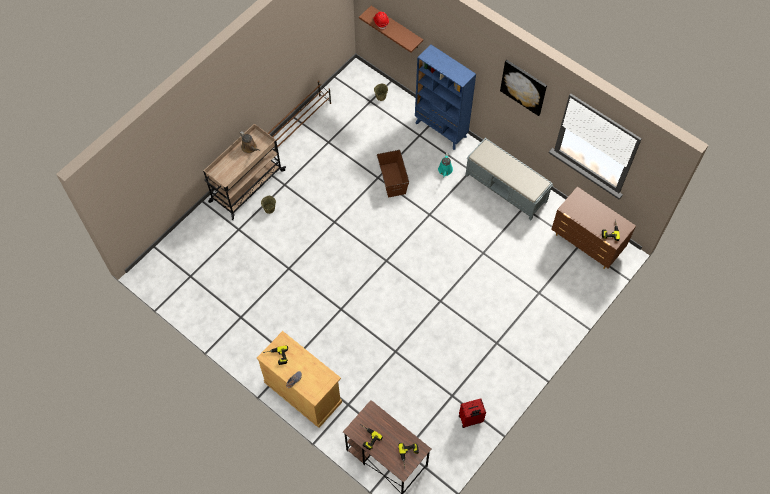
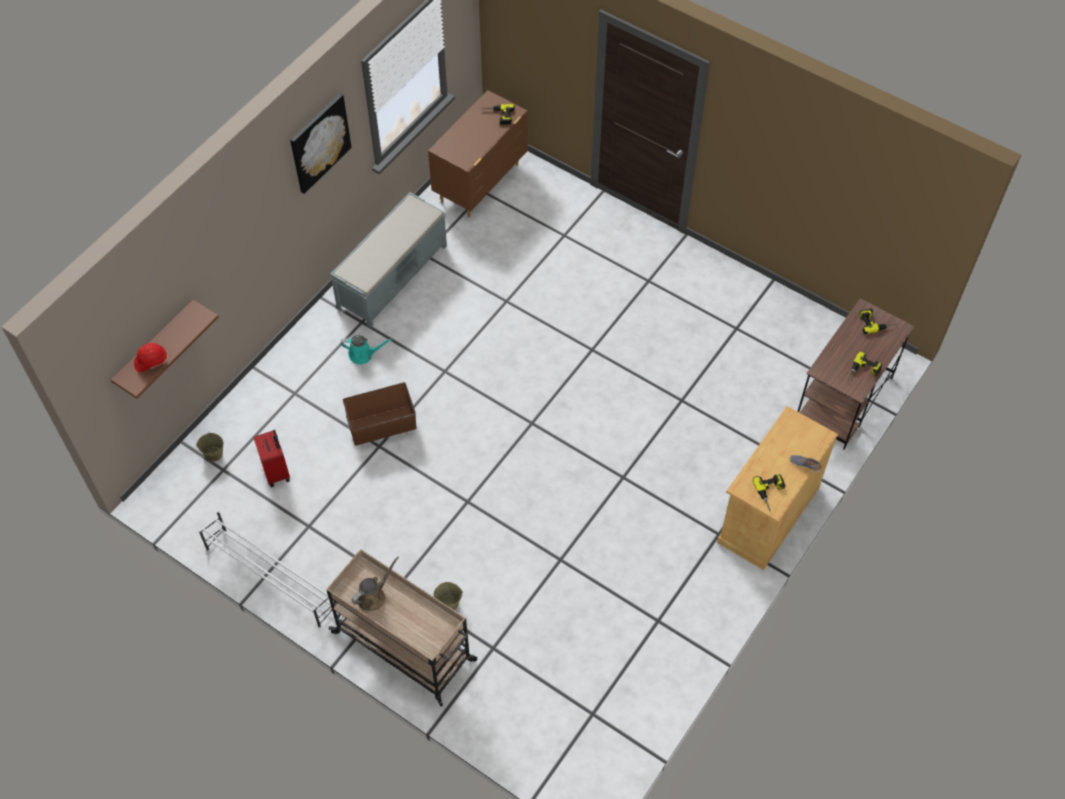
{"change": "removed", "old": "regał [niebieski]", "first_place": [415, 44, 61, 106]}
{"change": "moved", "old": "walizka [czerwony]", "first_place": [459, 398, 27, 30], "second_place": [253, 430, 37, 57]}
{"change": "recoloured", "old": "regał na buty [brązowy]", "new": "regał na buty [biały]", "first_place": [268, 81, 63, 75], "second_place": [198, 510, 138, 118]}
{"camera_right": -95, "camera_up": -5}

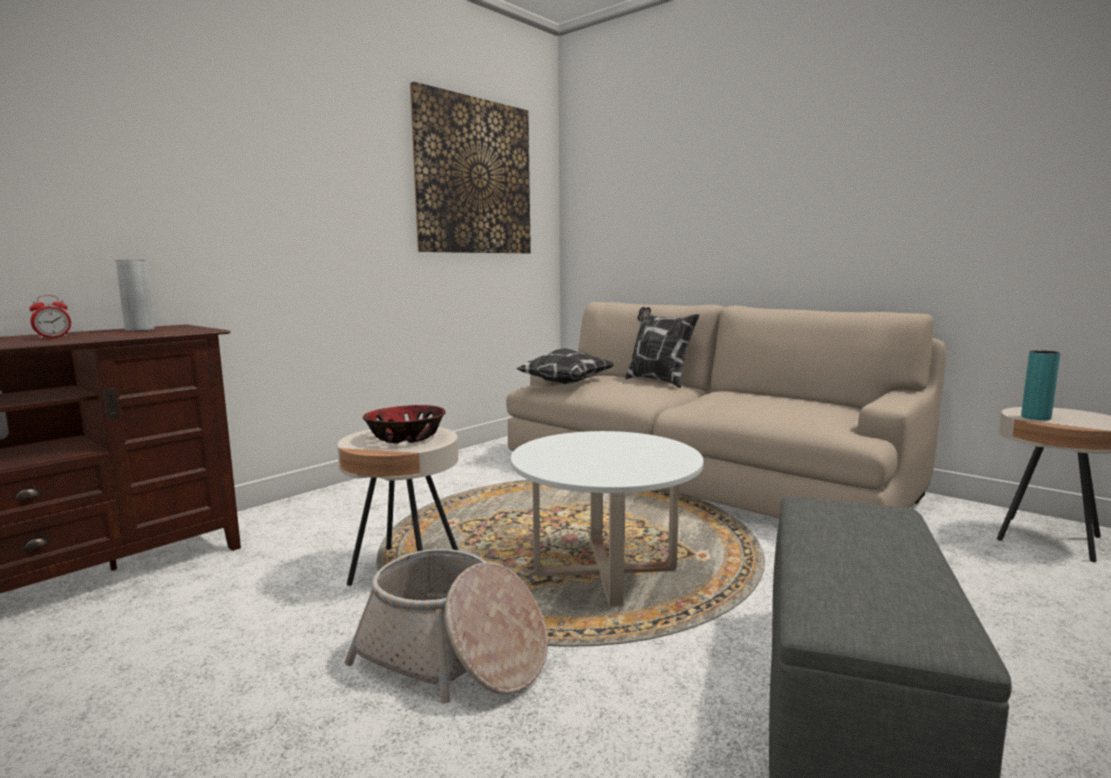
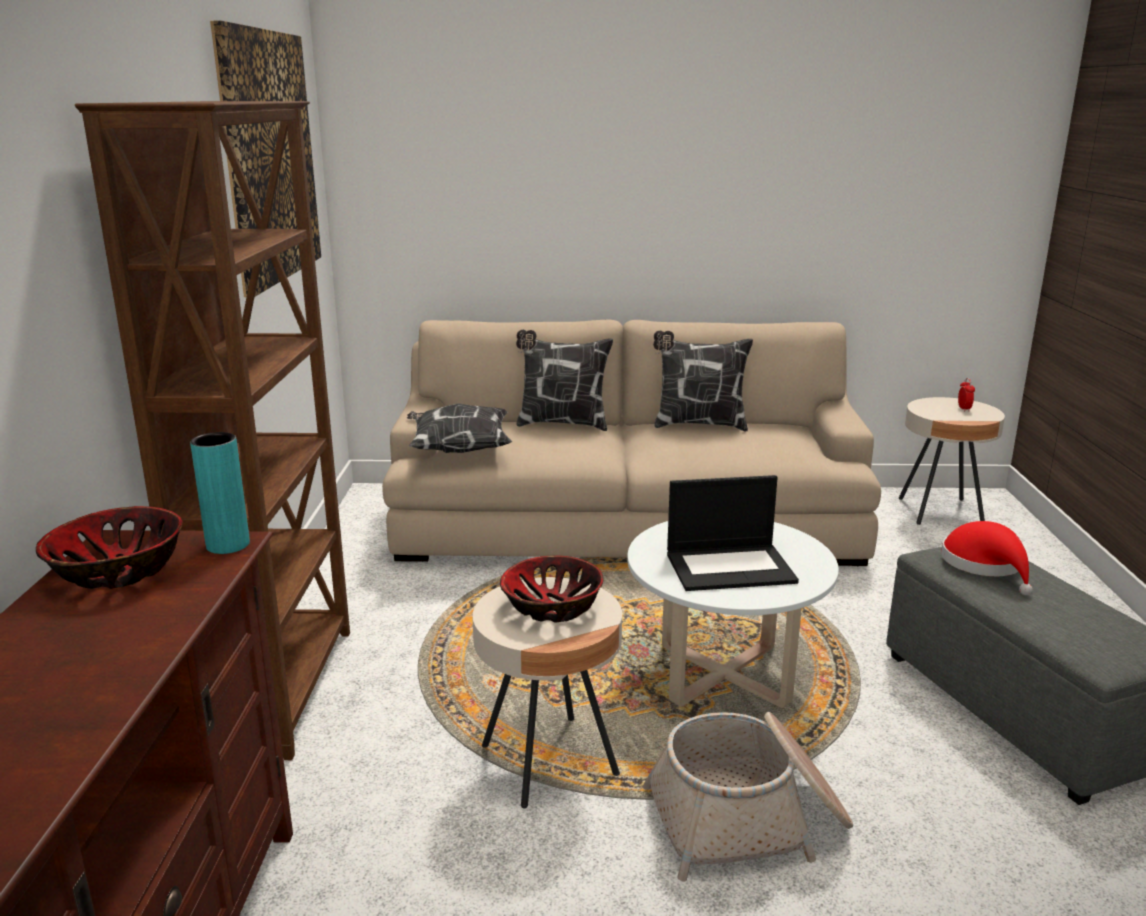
{"change": "added", "new": "regał [brązowy]", "second_place": [75, 101, 275, 659]}
{"change": "added", "new": "poduszka", "second_place": [653, 330, 100, 101]}
{"change": "added", "new": "laptop", "second_place": [667, 475, 132, 116]}
{"change": "added", "new": "kapelusz [czerwony]", "second_place": [941, 521, 92, 74]}
{"change": "moved", "old": "budzik", "first_place": [29, 295, 42, 44], "second_place": [958, 378, 17, 33]}
{"change": "moved", "old": "wazon [turkusowy]", "first_place": [1021, 350, 40, 70], "second_place": [190, 432, 60, 122]}
{"change": "replaced", "old": "wazon [szary]", "new": "miska", "first_place": [115, 260, 39, 71], "second_place": [36, 506, 147, 83]}
{"camera_right": -40, "camera_up": 10}

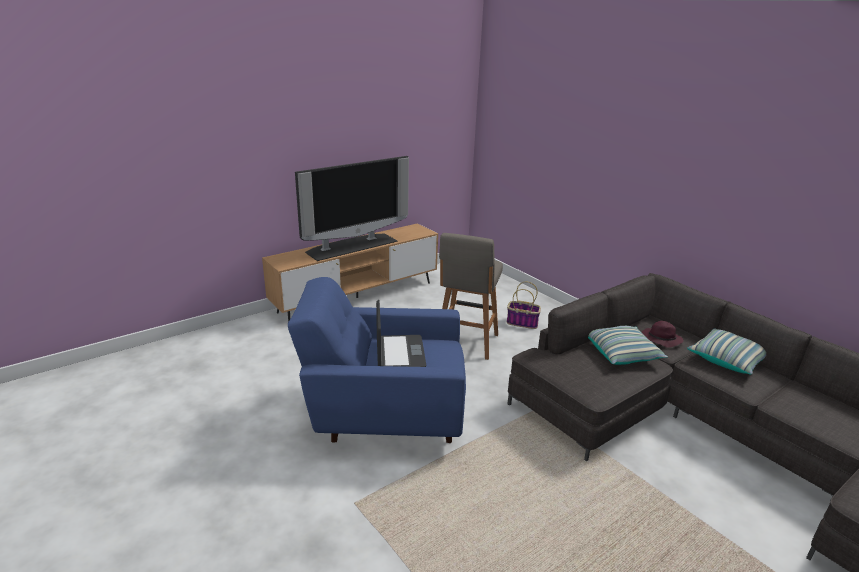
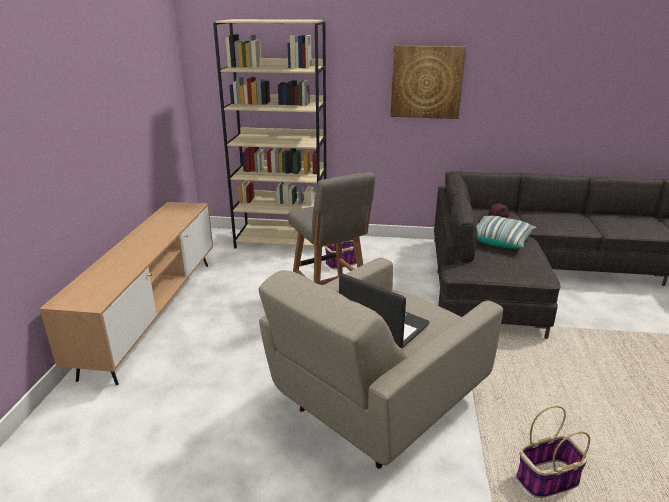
{"change": "removed", "old": "telewizor", "first_place": [295, 156, 114, 105]}
{"change": "removed", "old": "poduszka", "first_place": [687, 328, 79, 47]}
{"change": "added", "new": "regał [beżowy]", "second_place": [213, 19, 113, 229]}
{"change": "added", "new": "obraz", "second_place": [390, 45, 76, 74]}
{"change": "added", "new": "koszyk", "second_place": [516, 406, 74, 92]}
{"change": "recoloured", "old": "fotel [niebieski]", "new": "fotel [beżowy]", "first_place": [288, 277, 178, 166], "second_place": [258, 257, 245, 212]}
{"camera_right": -45, "camera_up": 0}

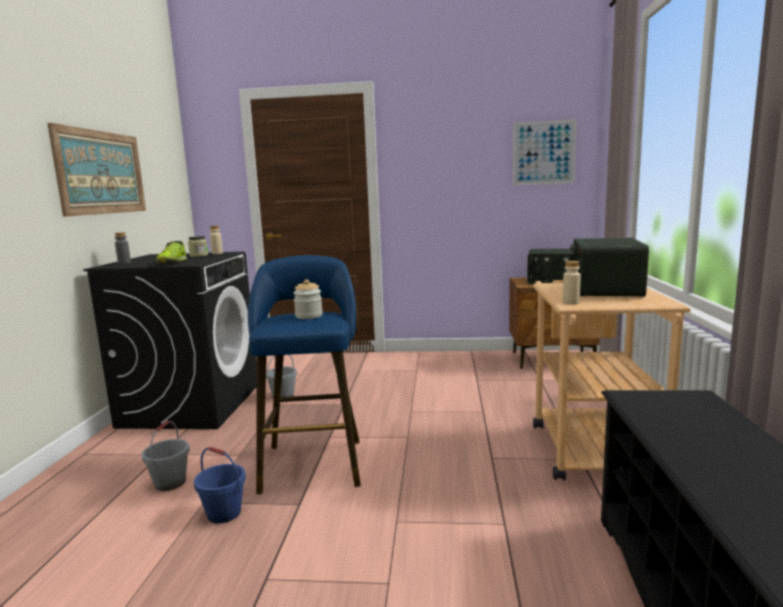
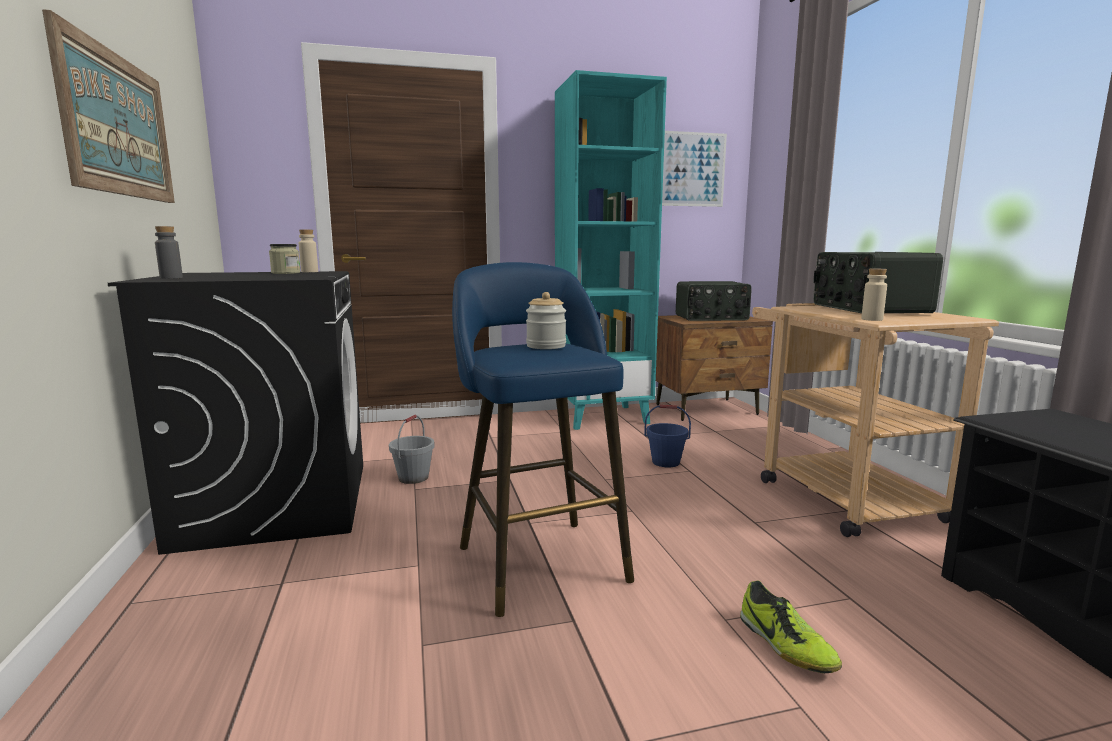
{"change": "removed", "old": "wiadro [szary]", "first_place": [142, 421, 48, 70]}
{"change": "added", "new": "regał [turkusowy]", "second_place": [555, 70, 112, 360]}
{"change": "moved", "old": "but", "first_place": [156, 241, 31, 22], "second_place": [740, 580, 102, 93]}
{"change": "moved", "old": "wiadro [niebieski]", "first_place": [194, 447, 52, 76], "second_place": [644, 405, 47, 62]}
{"camera_right": -20, "camera_up": 0}

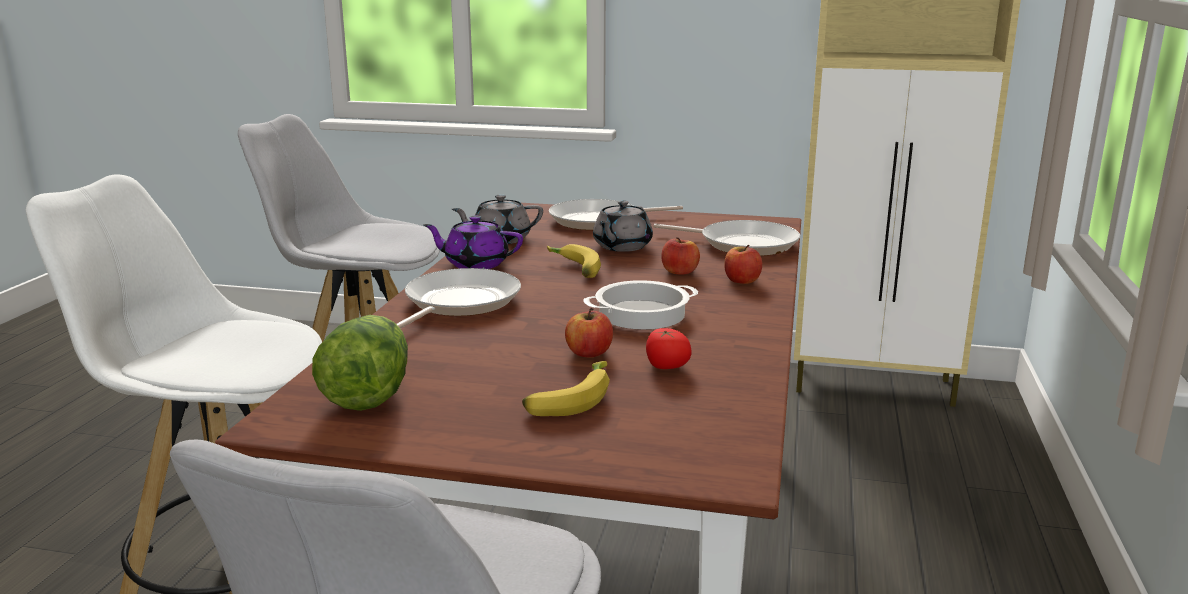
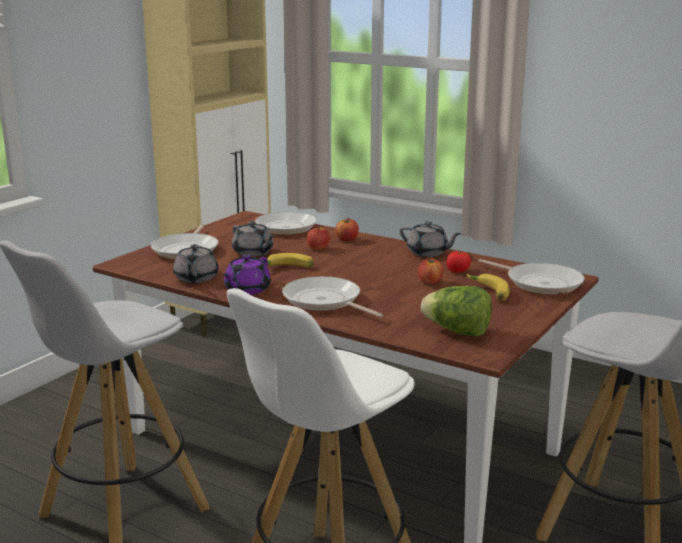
{"change": "removed", "old": "garnek", "first_place": [583, 280, 116, 50]}
{"change": "added", "new": "imbryk [szary]", "second_place": [400, 221, 61, 36]}
{"change": "added", "new": "patelnia", "second_place": [478, 259, 106, 36]}
{"camera_right": -70, "camera_up": 0}

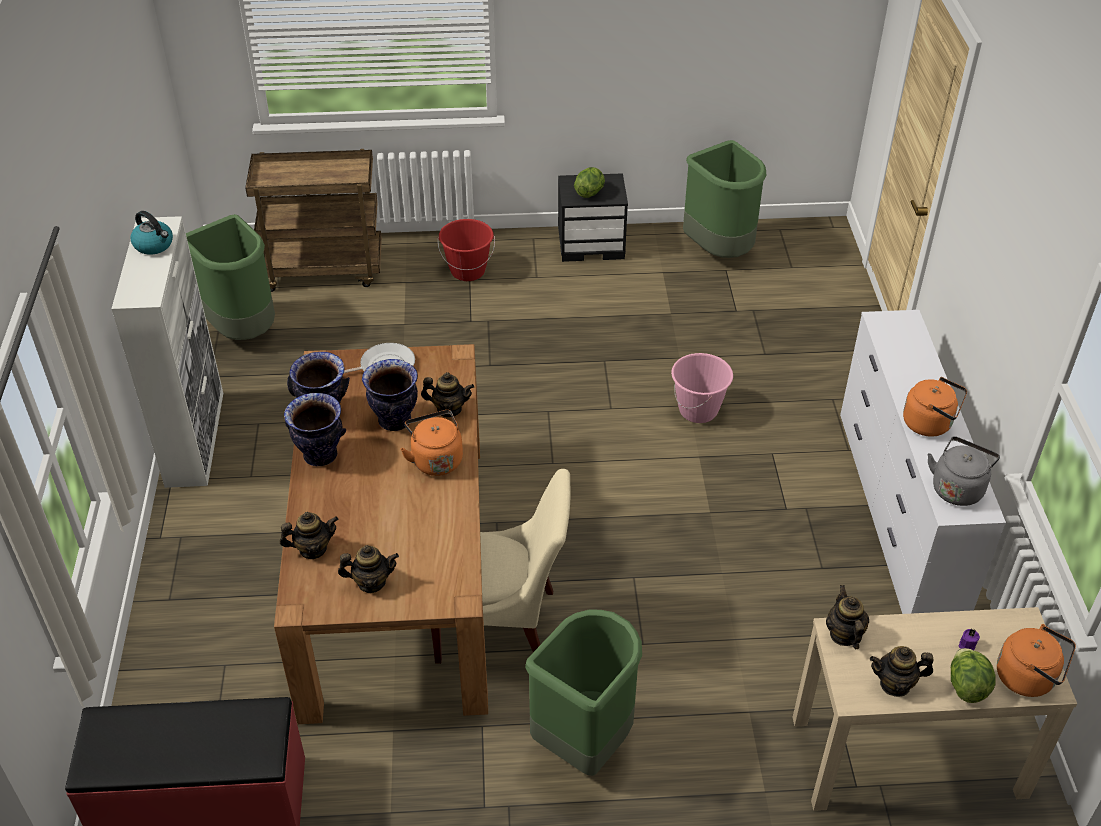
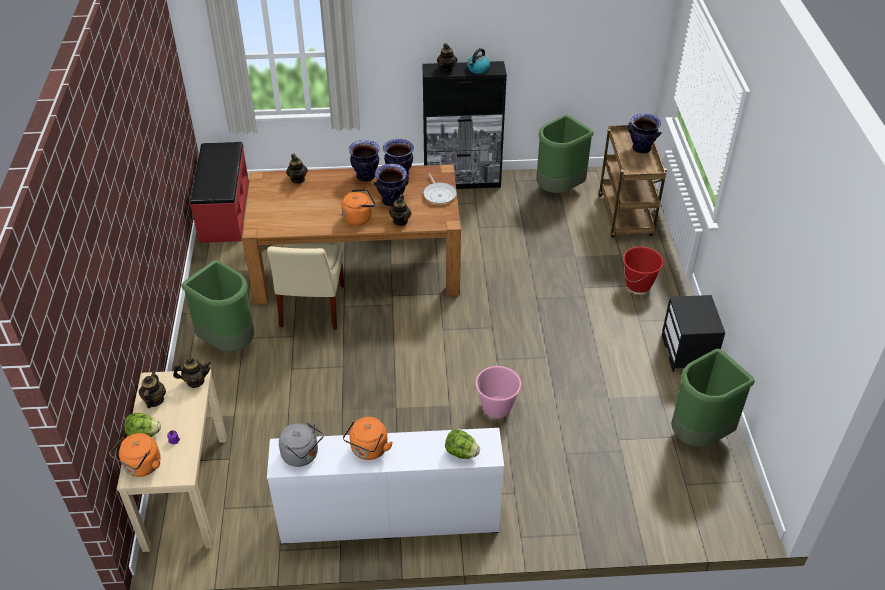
{"change": "added", "new": "wazon", "second_place": [628, 114, 34, 40]}
{"change": "moved", "old": "imbryk", "first_place": [338, 545, 61, 48], "second_place": [437, 43, 20, 29]}
{"change": "moved", "old": "sałata", "first_place": [574, 167, 31, 31], "second_place": [445, 430, 35, 29]}
{"change": "recoloured", "old": "szafka [biały]", "new": "szafka [czarny]", "first_place": [111, 216, 112, 272], "second_place": [423, 61, 84, 128]}
{"camera_right": 90, "camera_up": 0}

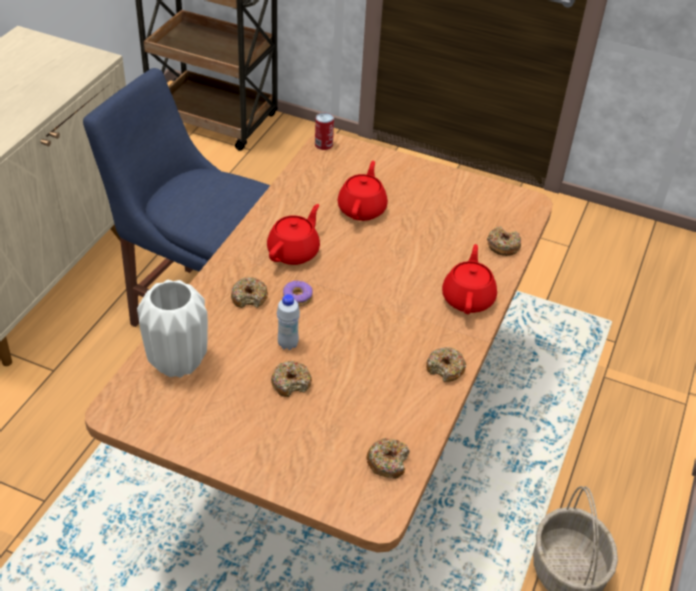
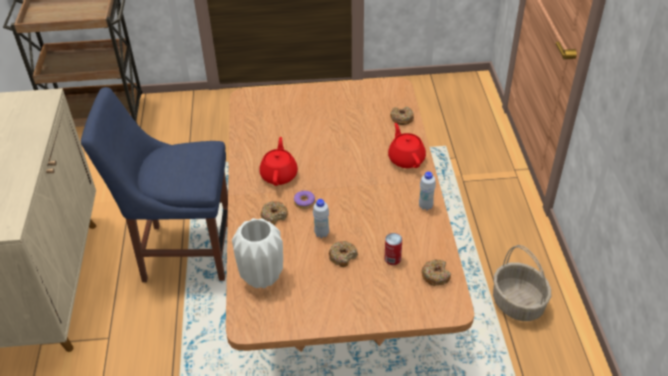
{"change": "removed", "old": "imbryk [czerwony]", "first_place": [337, 161, 51, 60]}
{"change": "moved", "old": "puszka", "first_place": [315, 113, 19, 37], "second_place": [385, 233, 17, 32]}
{"change": "replaced", "old": "donut", "new": "butelka [biały]", "first_place": [426, 347, 40, 35], "second_place": [419, 172, 17, 38]}
{"camera_right": -25, "camera_up": 0}

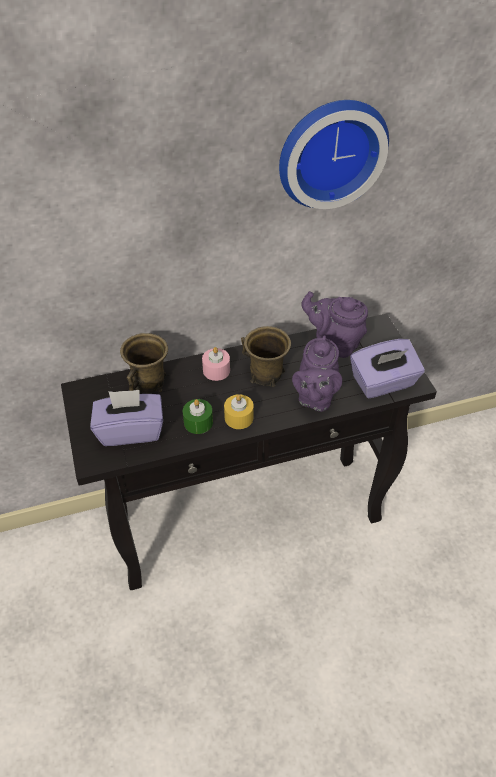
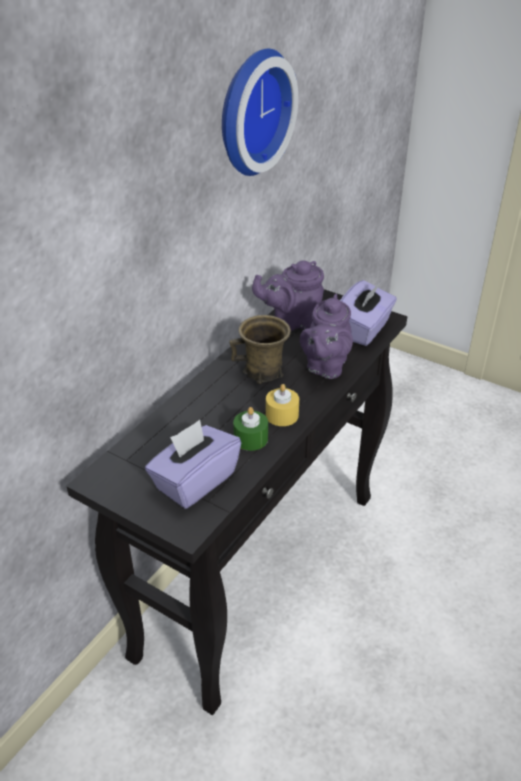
{"change": "removed", "old": "kubek [brązowy]", "first_place": [120, 333, 48, 61]}
{"change": "removed", "old": "świeca [różowy]", "first_place": [202, 347, 28, 34]}
{"change": "turned", "old": "imbryk [fioletowy]", "first_place": [292, 335, 50, 77], "second_place": [300, 294, 53, 85], "degrees": 45}
{"camera_right": -40, "camera_up": -10}

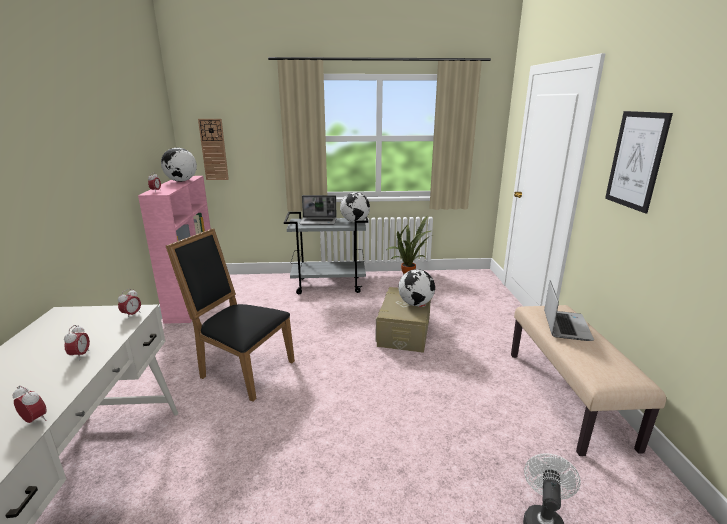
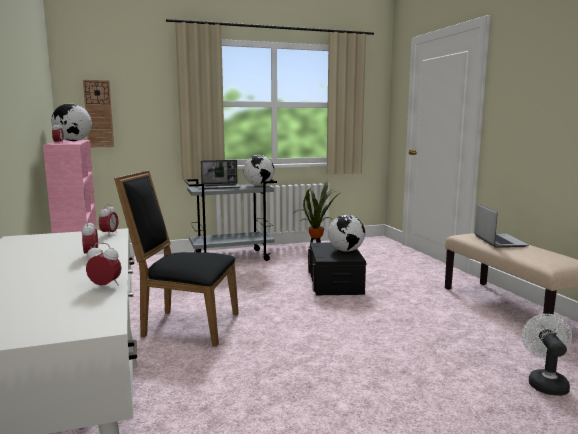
{"change": "removed", "old": "obraz", "first_place": [605, 111, 68, 102]}
{"change": "recoloured", "old": "pojemnik do przechowywania [beżowy]", "new": "pojemnik do przechowywania [czarny]", "first_place": [375, 287, 56, 66], "second_place": [308, 243, 59, 52]}
{"camera_right": -15, "camera_up": -10}

